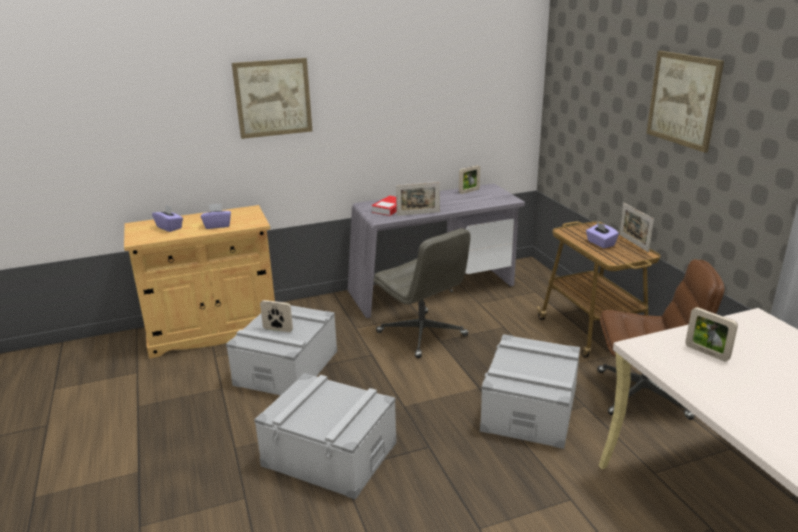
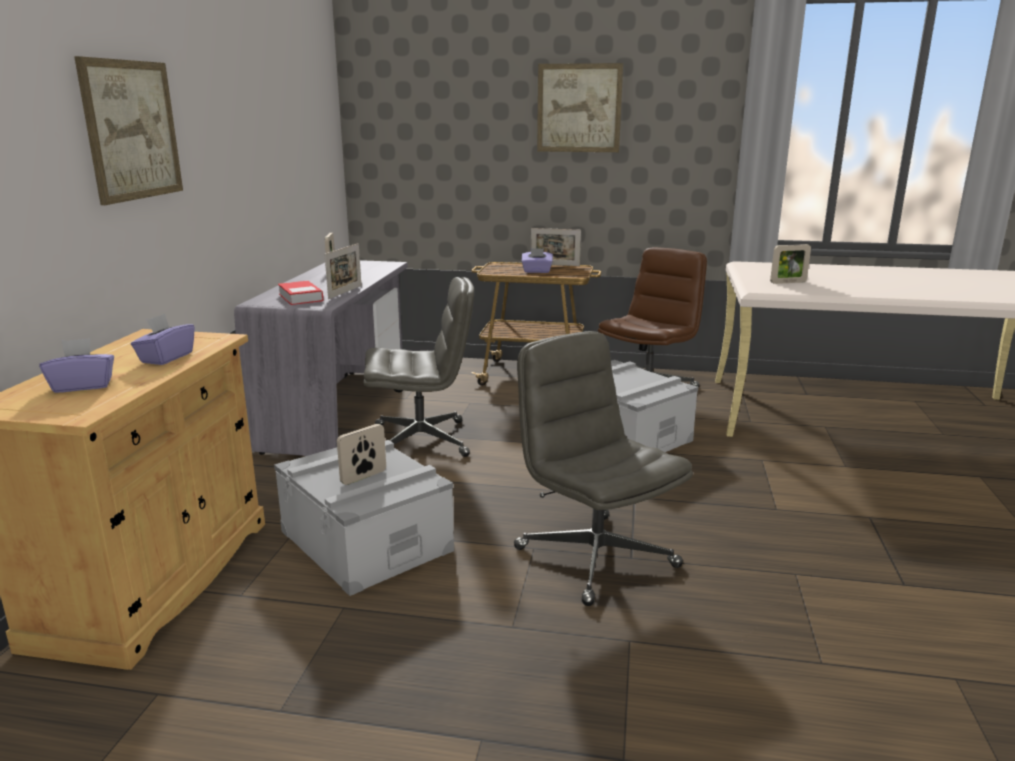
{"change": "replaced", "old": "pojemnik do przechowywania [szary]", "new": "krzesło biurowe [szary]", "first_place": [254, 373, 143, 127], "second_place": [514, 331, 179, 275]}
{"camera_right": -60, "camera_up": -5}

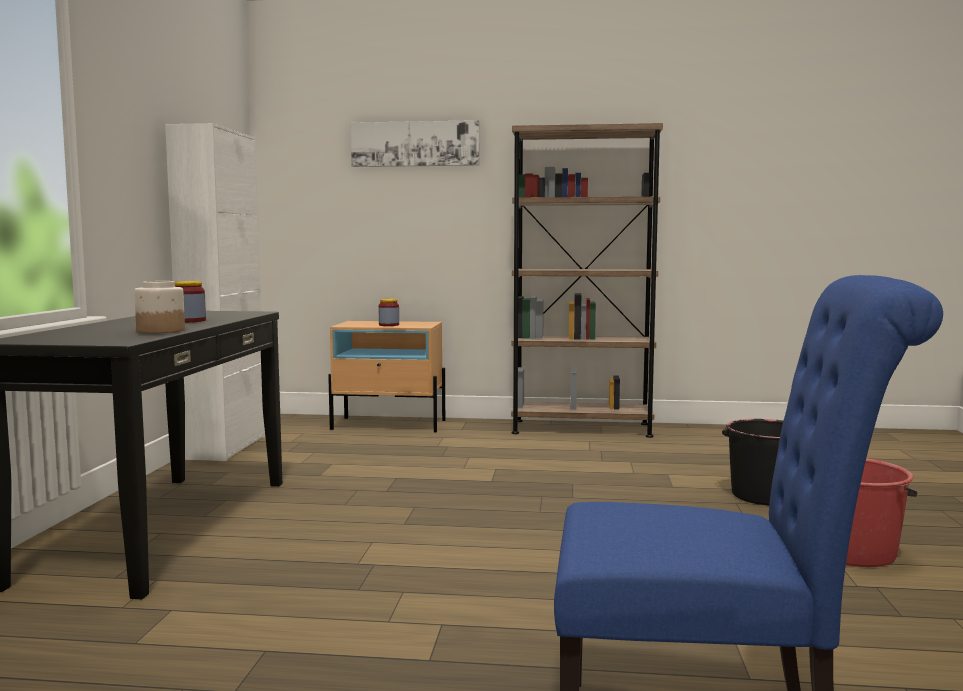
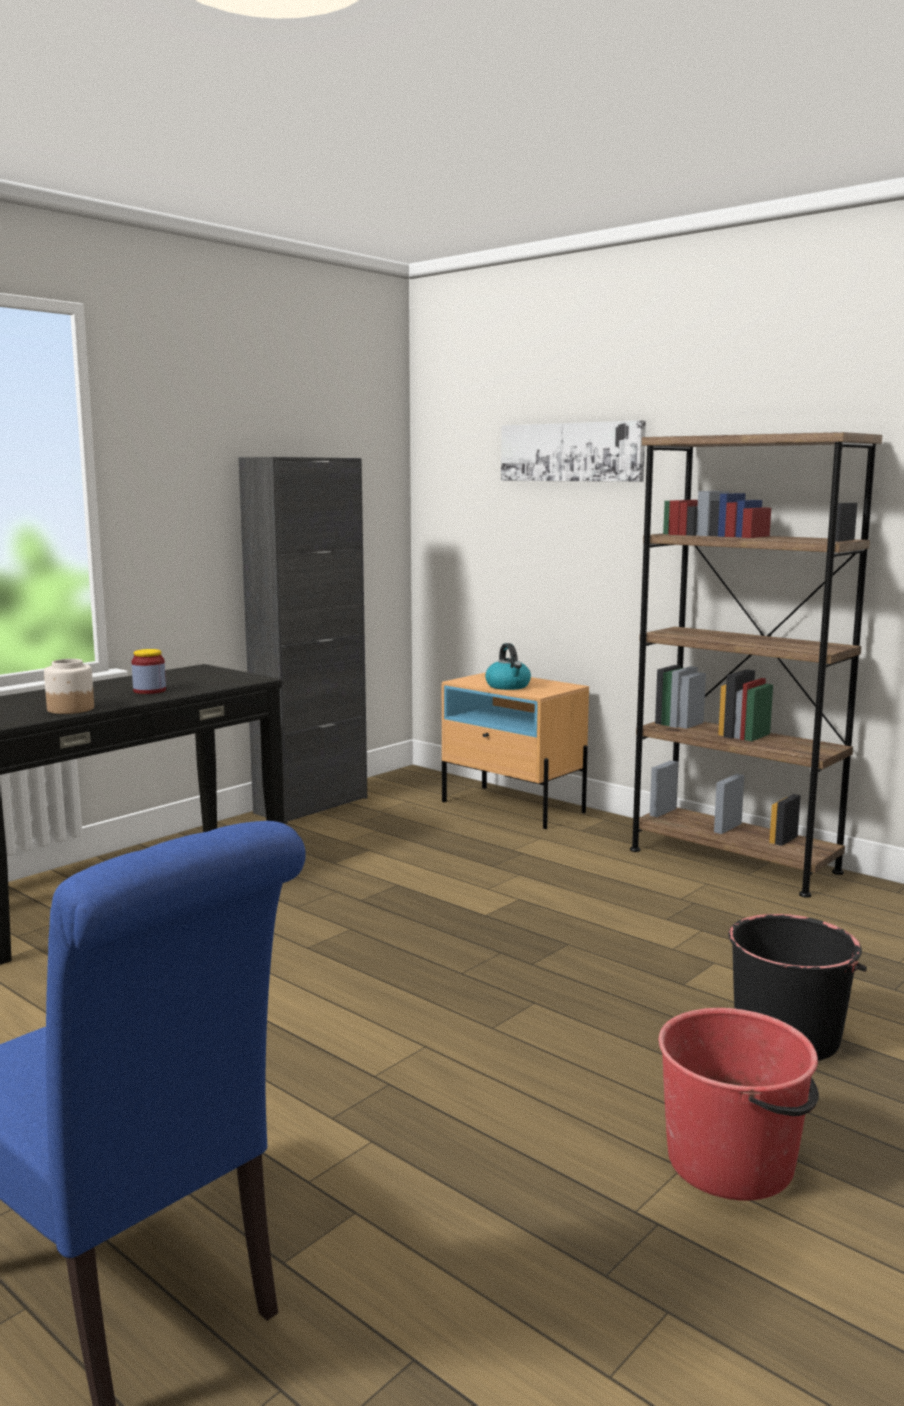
{"change": "replaced", "old": "słoik", "new": "czajnik", "first_place": [379, 299, 20, 27], "second_place": [485, 643, 46, 47]}
{"change": "recoloured", "old": "szafka [biały]", "new": "szafka [czarny]", "first_place": [165, 123, 100, 338], "second_place": [238, 457, 129, 367]}
{"camera_right": 35, "camera_up": 5}

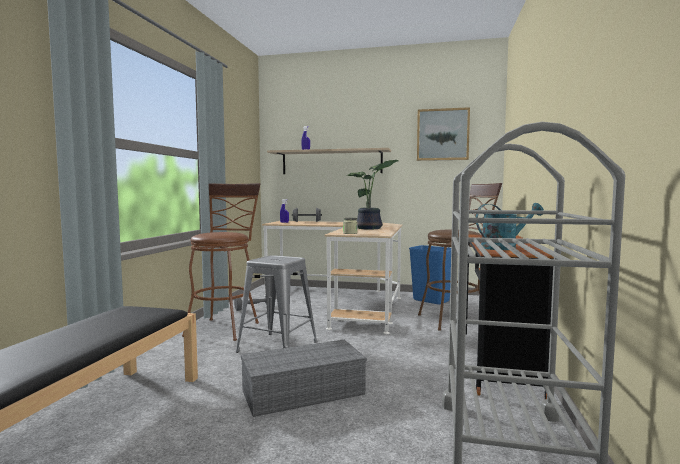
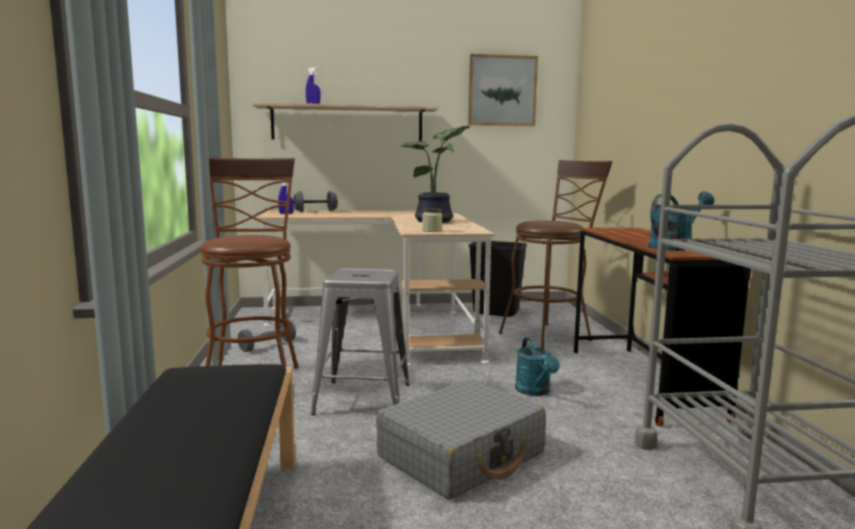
{"change": "added", "new": "konewka [turkusowy]", "second_place": [515, 337, 45, 59]}
{"change": "replaced", "old": "pojemnik do przechowywania [szary]", "new": "walizka [szary]", "first_place": [241, 340, 126, 77], "second_place": [376, 379, 170, 120]}
{"change": "recoloured", "old": "kosz na śmieci [niebieski]", "new": "kosz na śmieci [czarny]", "first_place": [409, 245, 42, 59], "second_place": [469, 241, 58, 76]}
{"camera_right": -20, "camera_up": 5}

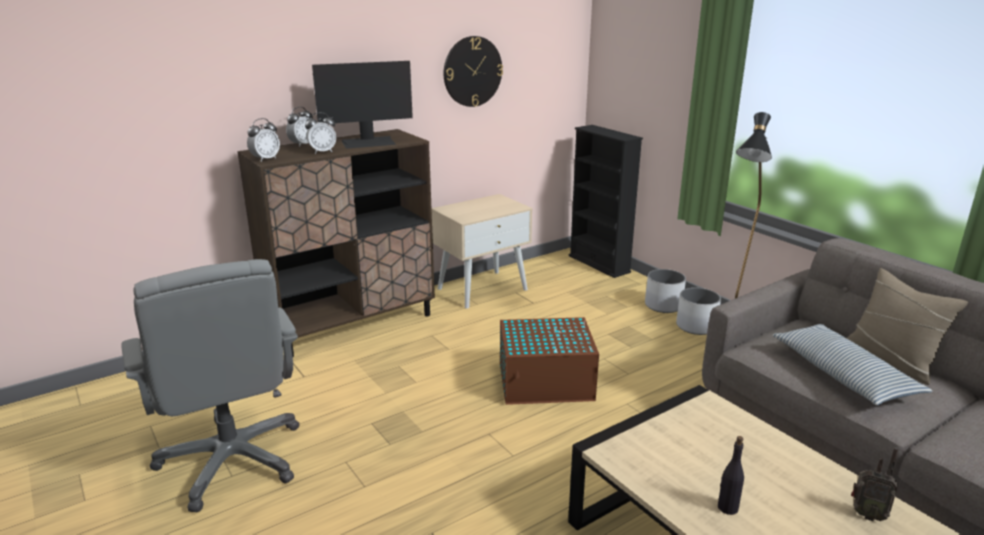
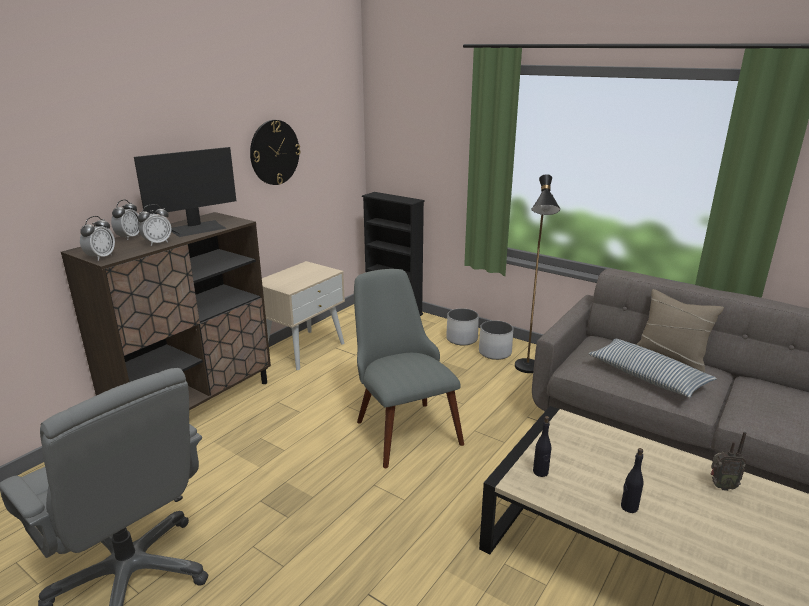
{"change": "added", "new": "butelka [czarny]", "second_place": [533, 416, 18, 61]}
{"change": "replaced", "old": "pojemnik do przechowywania [brązowy]", "new": "krzesło [szary]", "first_place": [500, 317, 99, 88], "second_place": [354, 269, 110, 199]}
{"camera_right": -20, "camera_up": 0}

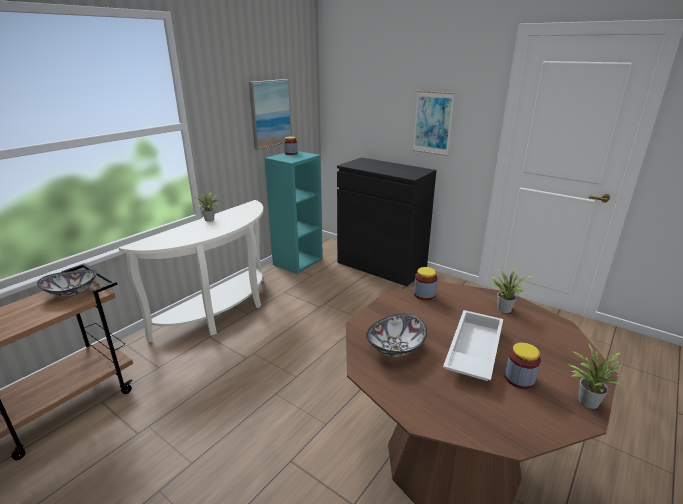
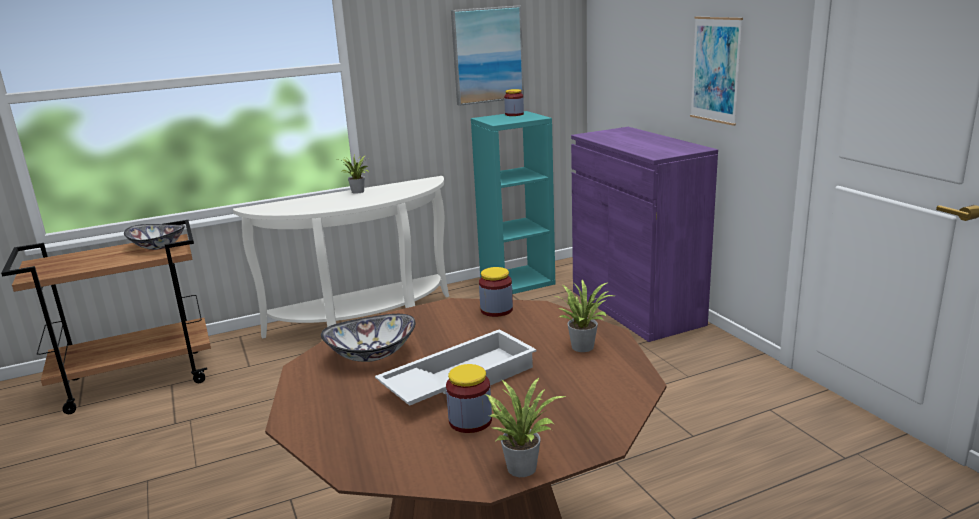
{"change": "recoloured", "old": "szafka [czarny]", "new": "szafka [fioletowy]", "first_place": [337, 157, 99, 129], "second_place": [571, 127, 147, 215]}
{"camera_right": 30, "camera_up": -5}

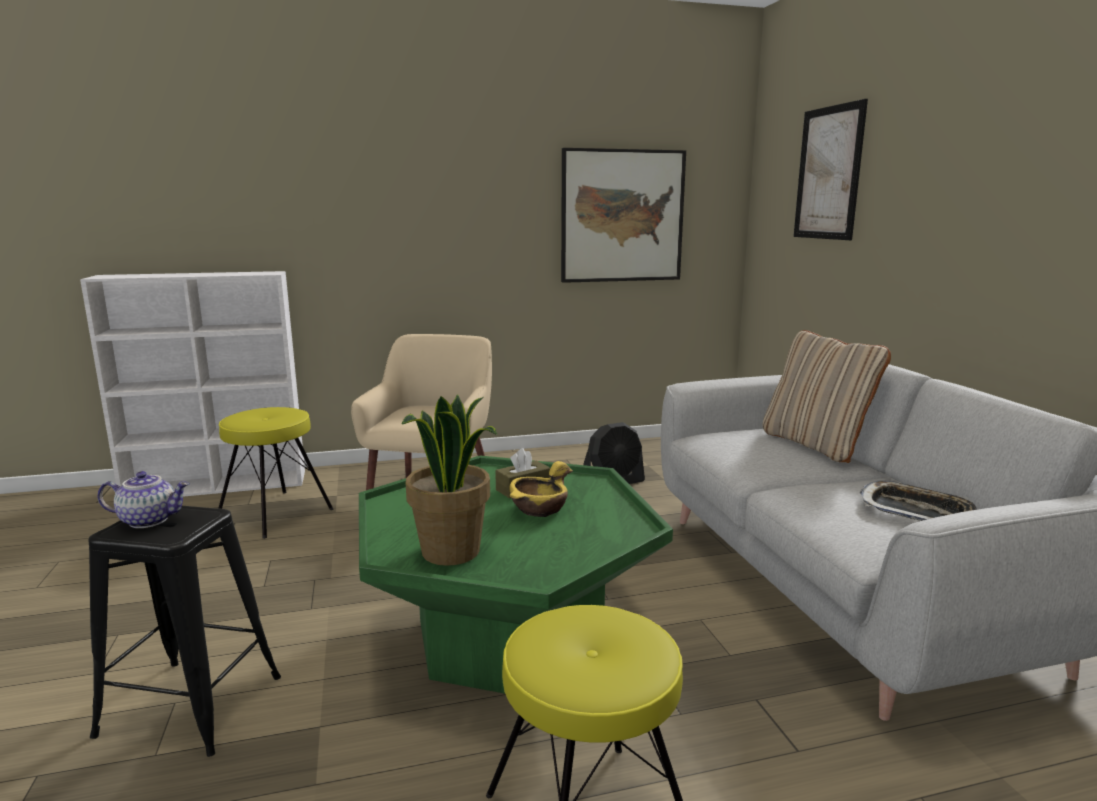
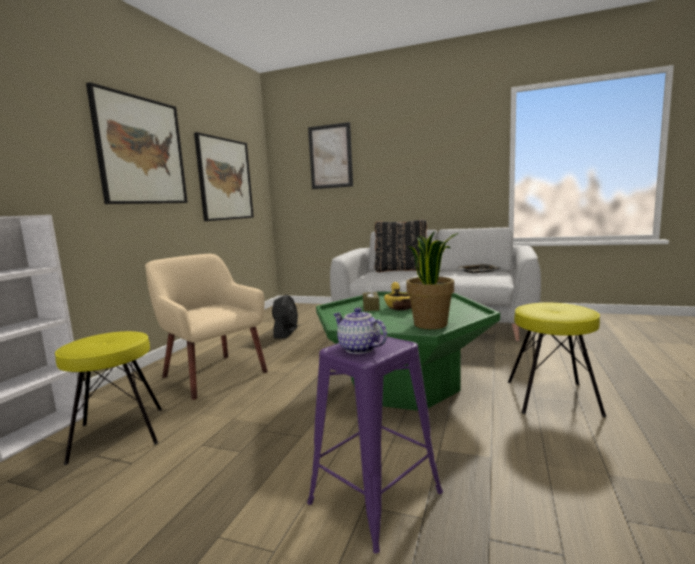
{"change": "added", "new": "obraz", "second_place": [86, 82, 102, 122]}
{"change": "recoloured", "old": "stołek [czarny]", "new": "stołek [fioletowy]", "first_place": [88, 506, 193, 251], "second_place": [307, 335, 136, 218]}
{"change": "recoloured", "old": "poduszka [beżowy]", "new": "poduszka [czarny]", "first_place": [763, 330, 128, 133], "second_place": [375, 220, 52, 52]}
{"change": "turned", "old": "imbryk", "first_place": [97, 471, 93, 57], "second_place": [334, 307, 53, 47], "degrees": -75}
{"camera_right": -55, "camera_up": -5}

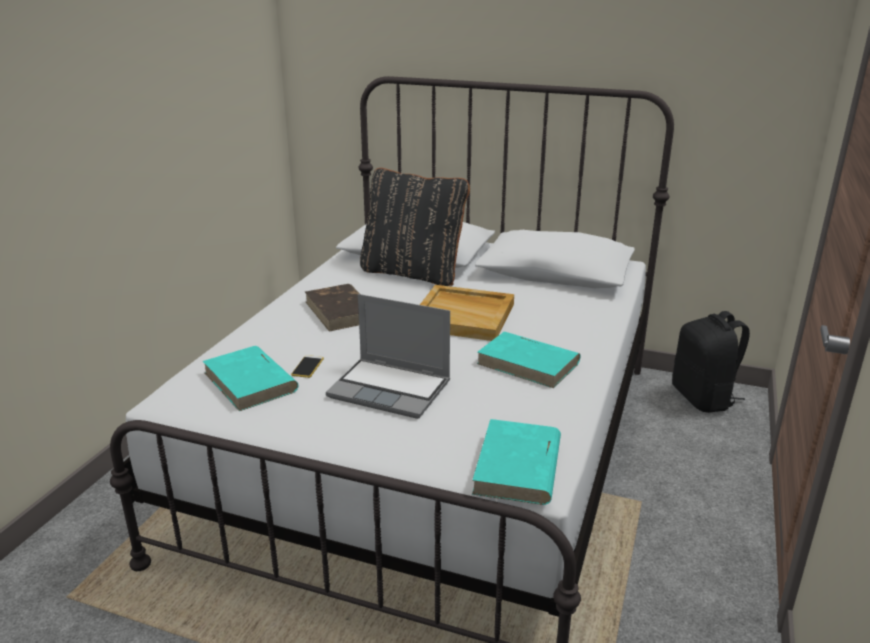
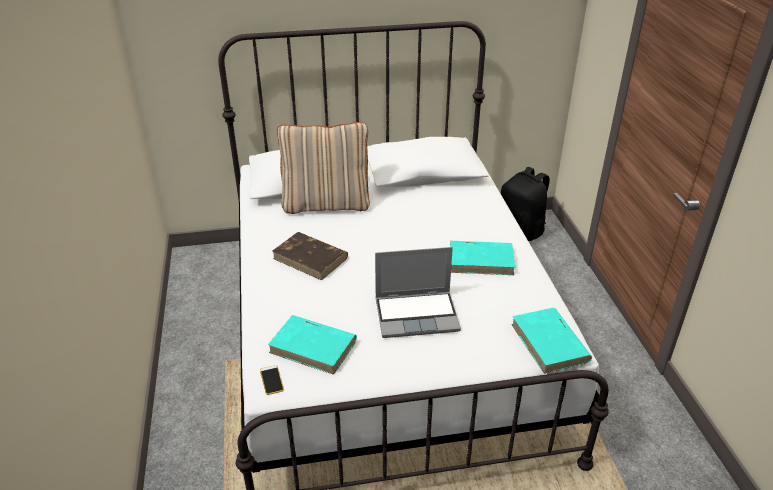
{"change": "removed", "old": "taca [beżowy]", "first_place": [420, 285, 94, 56]}
{"change": "moved", "old": "telefon", "first_place": [291, 355, 33, 23], "second_place": [260, 365, 24, 30]}
{"change": "recoloured", "old": "poduszka [czarny]", "new": "poduszka [beżowy]", "first_place": [360, 168, 110, 118], "second_place": [277, 122, 93, 92]}
{"camera_right": -30, "camera_up": 10}

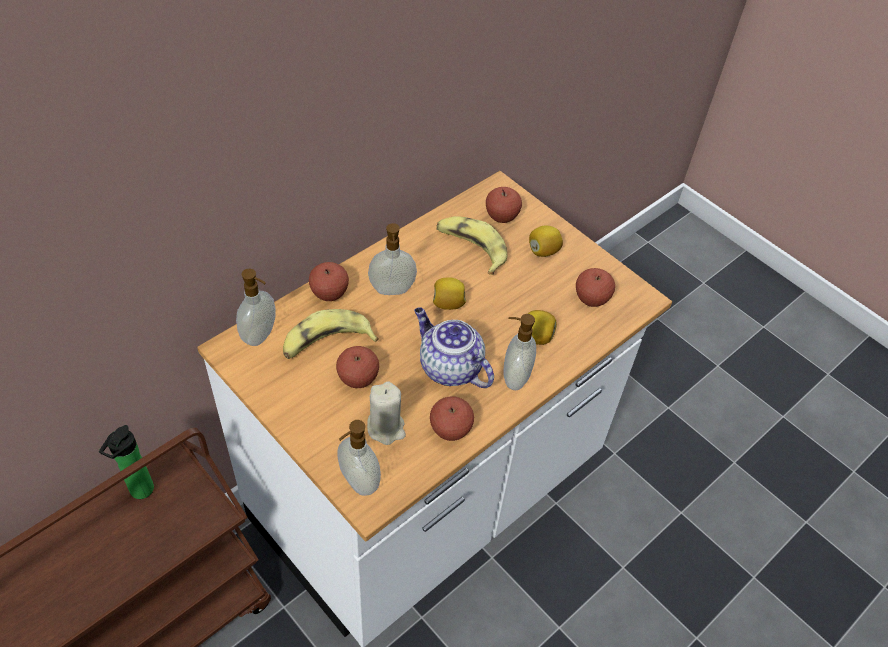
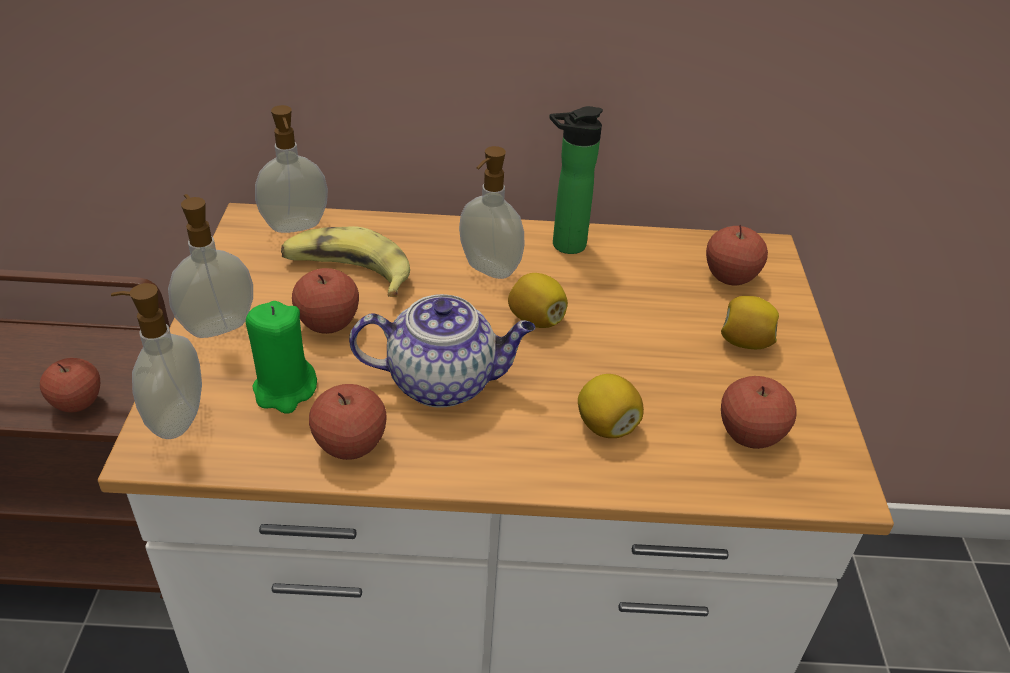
{"change": "removed", "old": "banan", "first_place": [436, 216, 71, 59]}
{"change": "moved", "old": "butelka", "first_place": [99, 425, 55, 74], "second_place": [549, 106, 54, 148]}
{"change": "moved", "old": "jabłko", "first_place": [309, 262, 40, 39], "second_place": [40, 358, 60, 54]}
{"change": "moved", "old": "dozownik mydła", "first_place": [503, 314, 33, 76], "second_place": [168, 194, 85, 144]}
{"change": "recoloured", "old": "świeca [beżowy]", "new": "świeca [zielony]", "first_place": [367, 381, 39, 64], "second_place": [246, 301, 71, 113]}
{"change": "turned", "old": "imbryk", "first_place": [414, 307, 80, 81], "second_place": [349, 294, 186, 114], "degrees": 90}
{"camera_right": 45, "camera_up": -10}

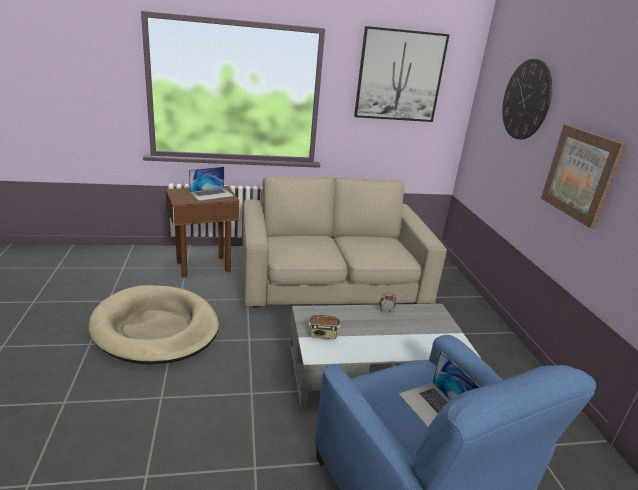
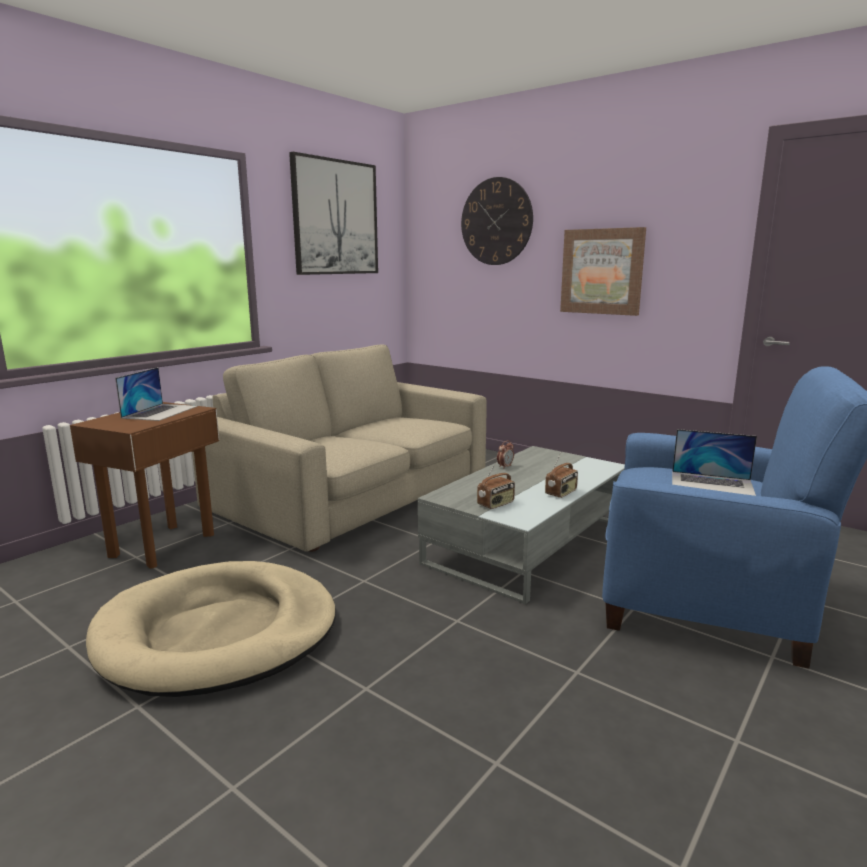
{"change": "added", "new": "radio", "second_place": [545, 451, 33, 47]}
{"camera_right": -40, "camera_up": -10}

